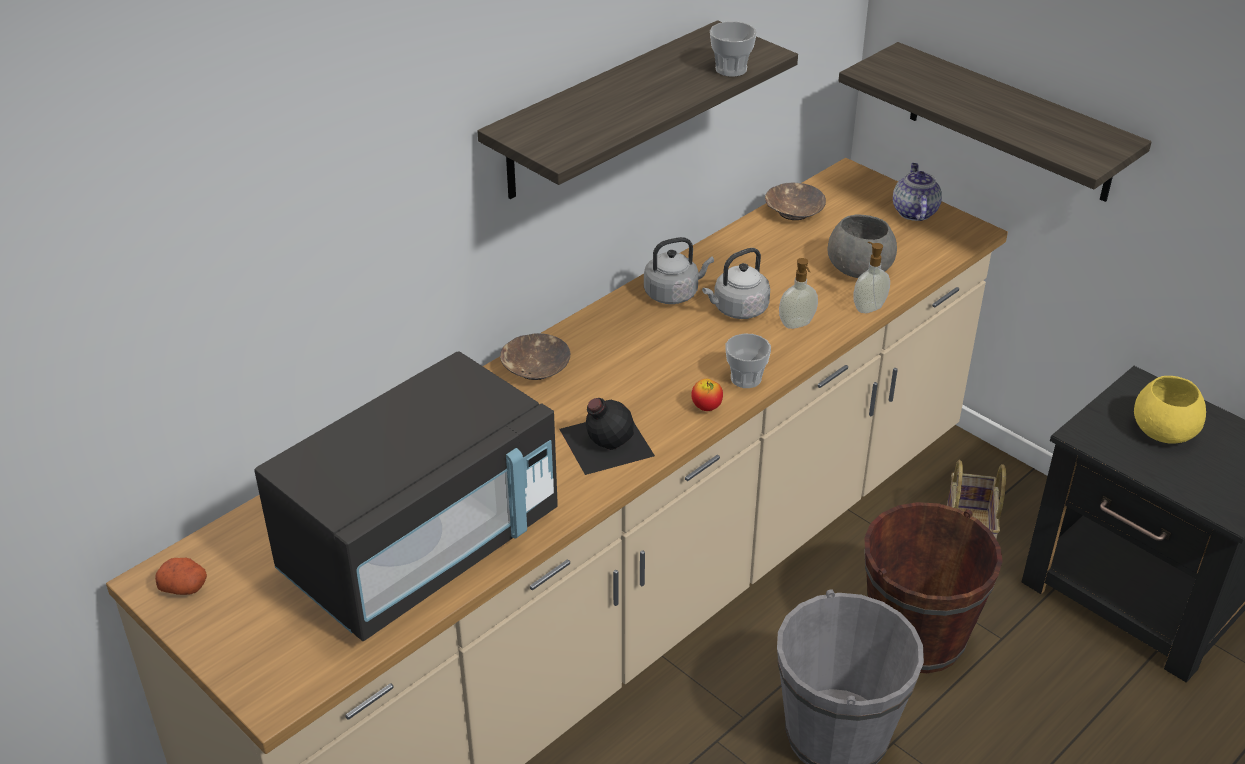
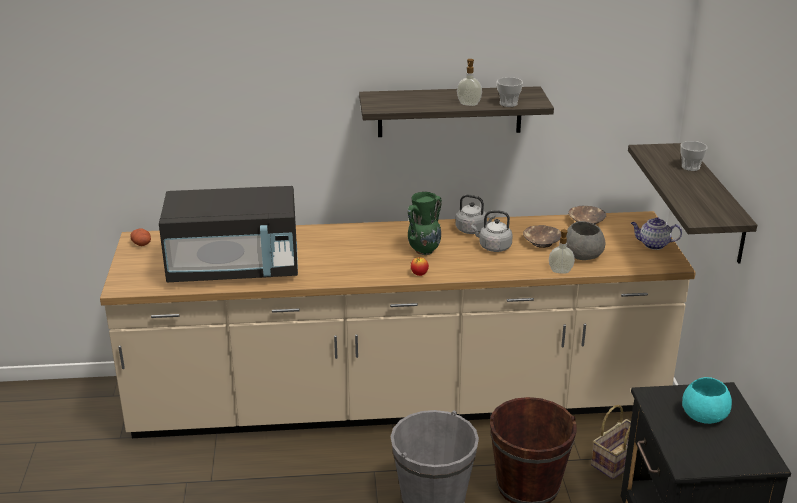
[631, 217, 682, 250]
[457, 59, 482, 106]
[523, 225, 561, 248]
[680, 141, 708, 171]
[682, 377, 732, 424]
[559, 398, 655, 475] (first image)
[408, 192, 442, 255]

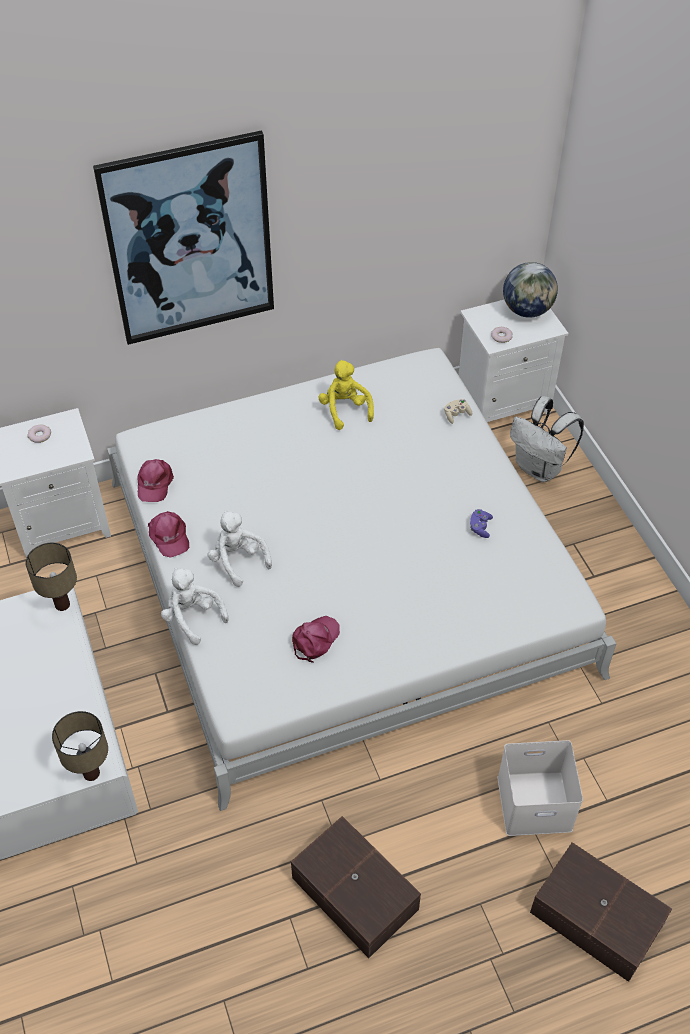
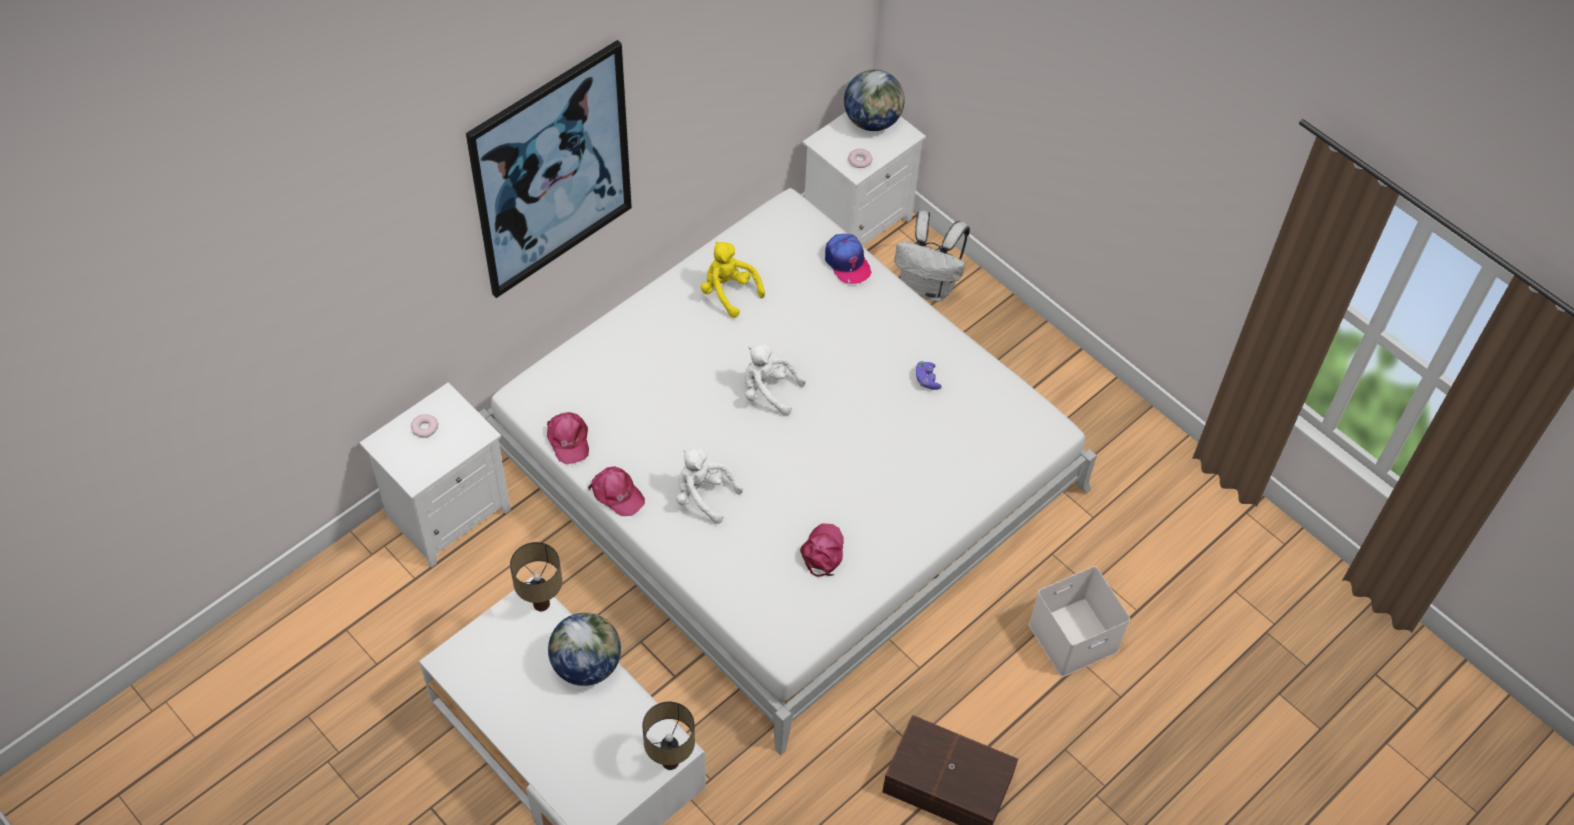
[825, 234, 872, 284]
[744, 344, 806, 416]
[530, 842, 672, 982] (first image)
[548, 613, 621, 686]

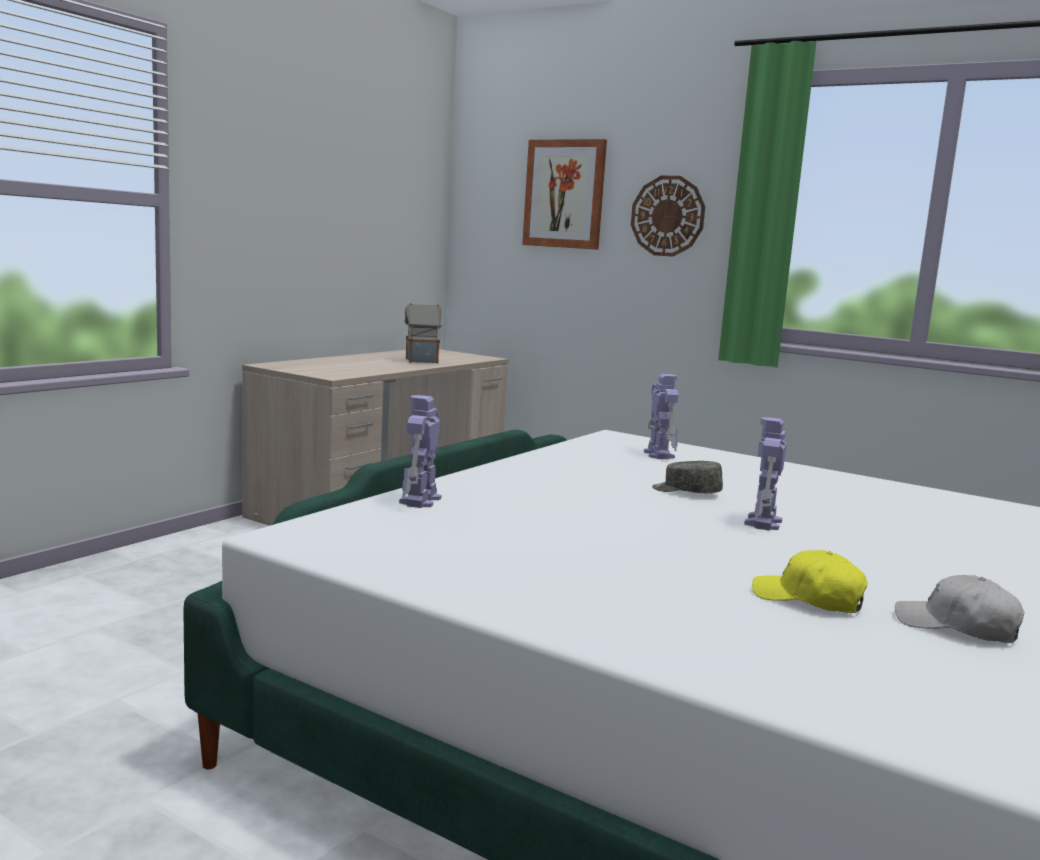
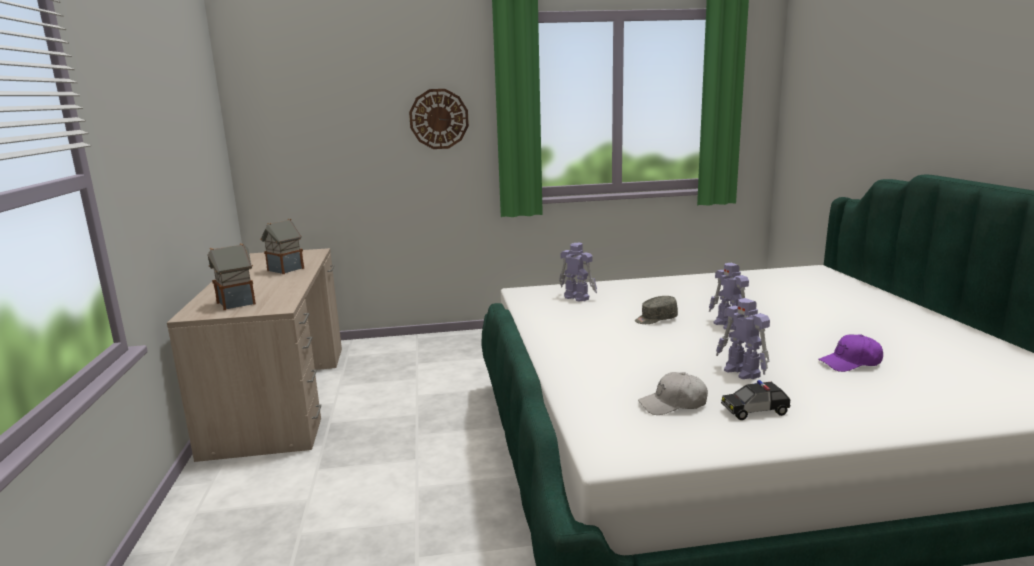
[522, 139, 607, 250] (first image)
[716, 298, 770, 379]
[818, 334, 883, 372]
[638, 372, 708, 415]
[208, 243, 256, 310]
[721, 380, 791, 420]

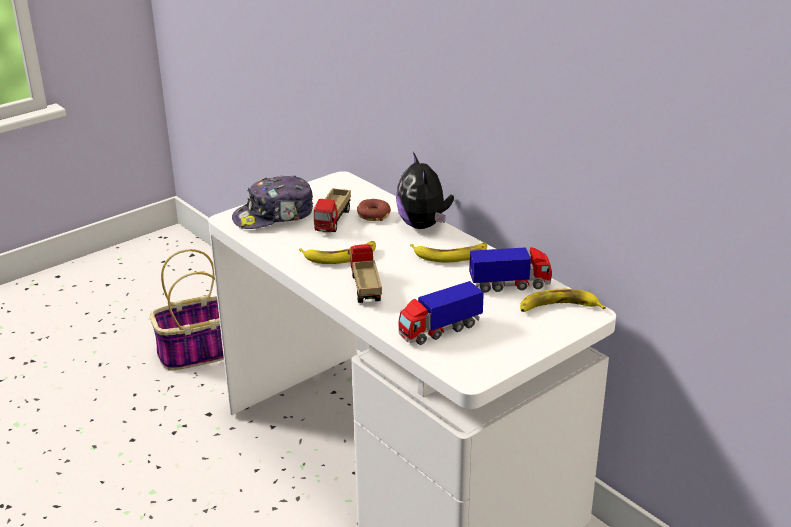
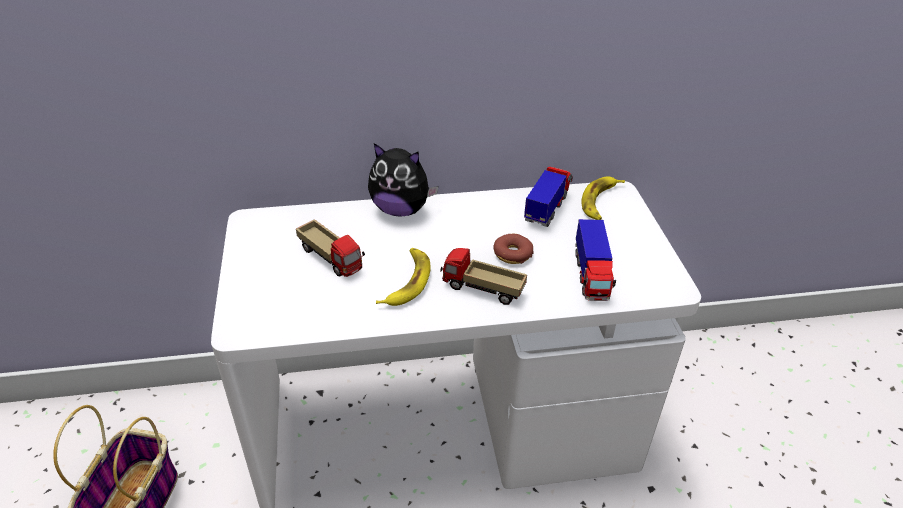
[232, 176, 313, 229] (first image)
[493, 234, 534, 264]
[410, 243, 487, 262] (first image)

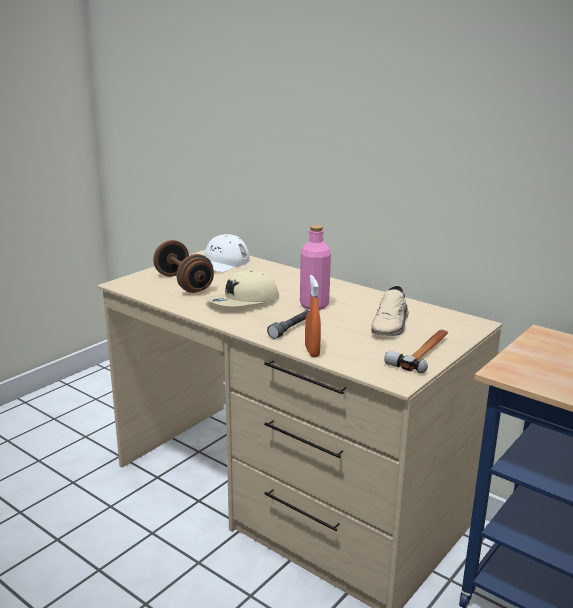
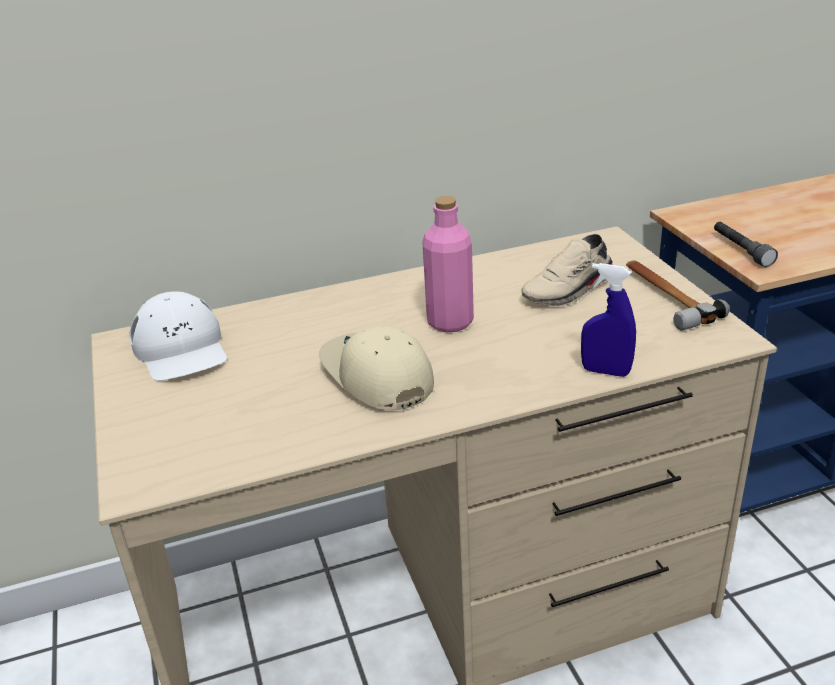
[154, 240, 214, 293] (first image)
[319, 326, 434, 410]
[581, 263, 636, 377]
[521, 234, 613, 306]
[714, 222, 778, 267]

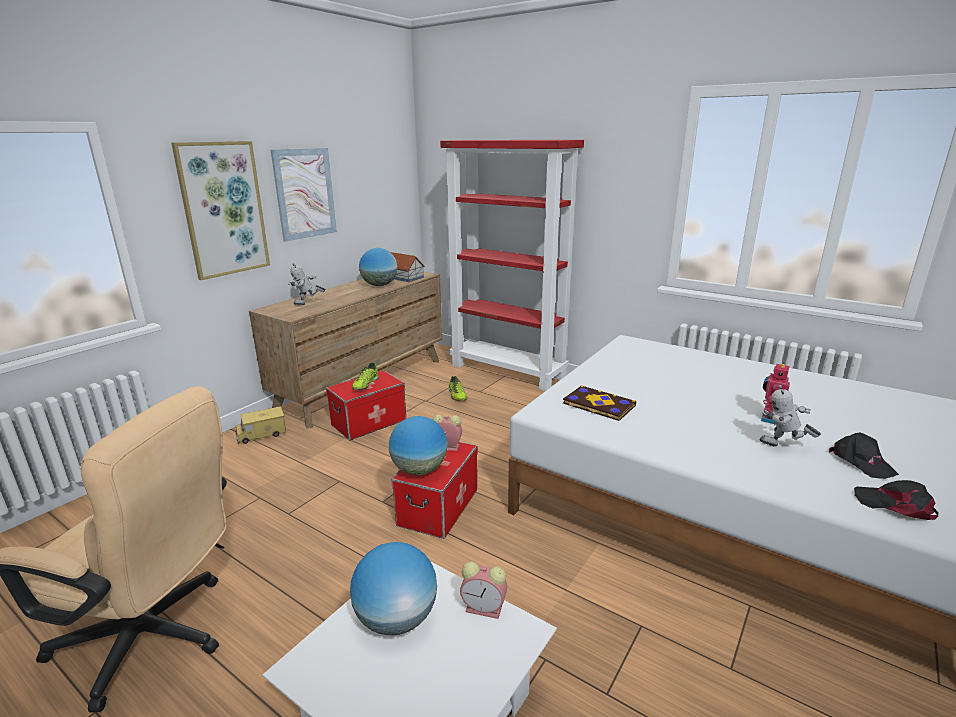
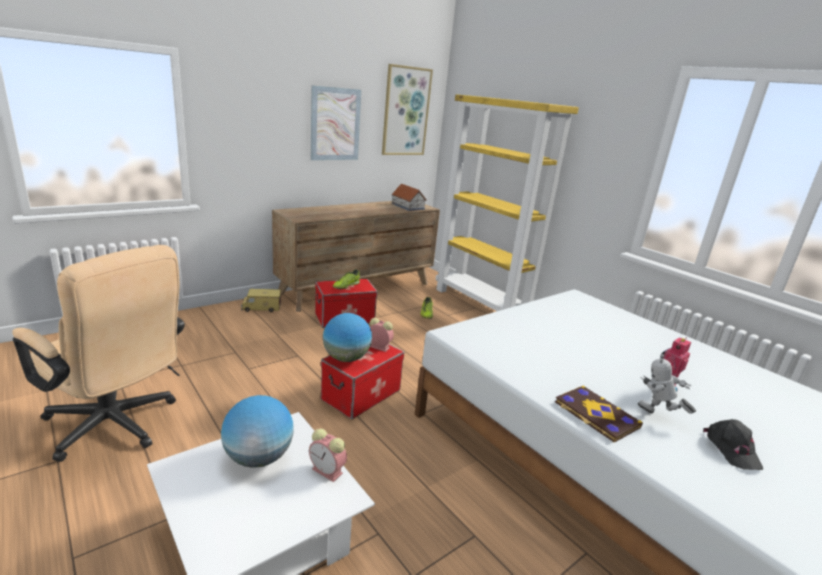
[435, 94, 579, 311]
[382, 64, 433, 155]
[359, 248, 397, 286] (first image)
[288, 263, 326, 305] (first image)
[555, 386, 643, 443]
[854, 480, 938, 520] (first image)

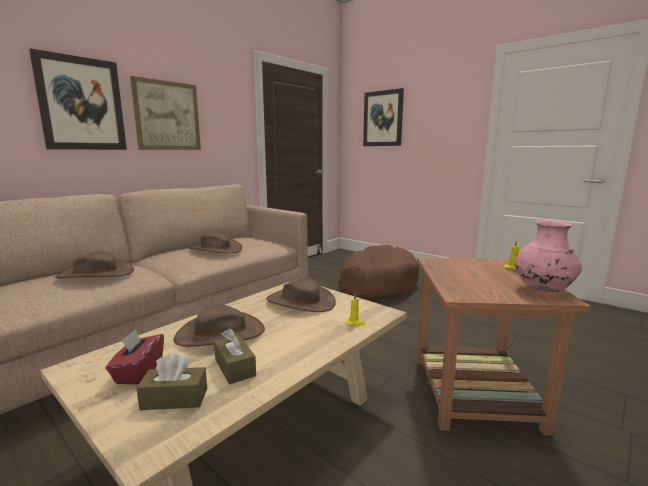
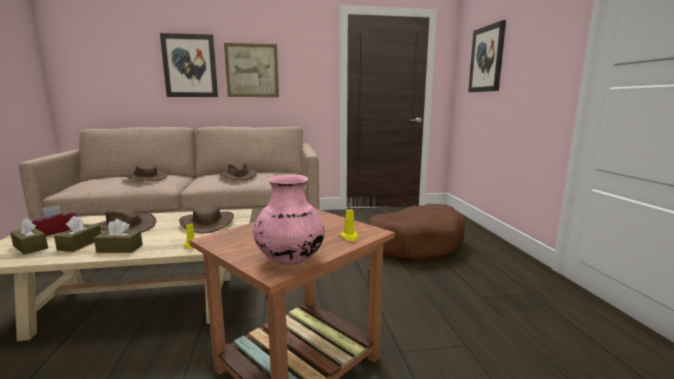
[94, 219, 143, 253]

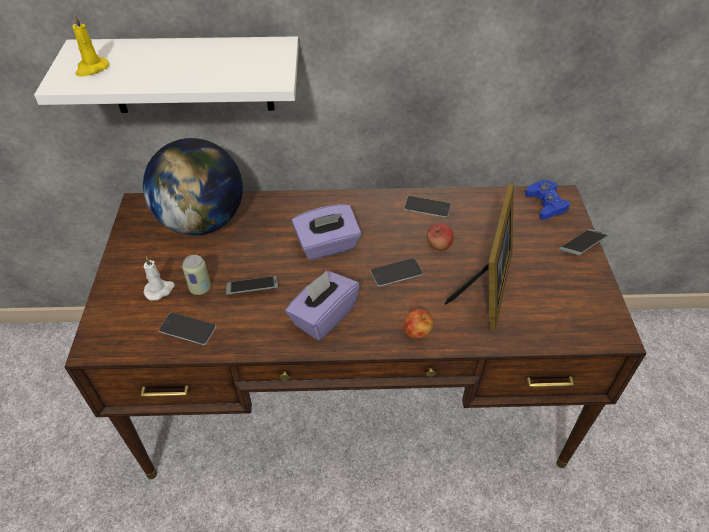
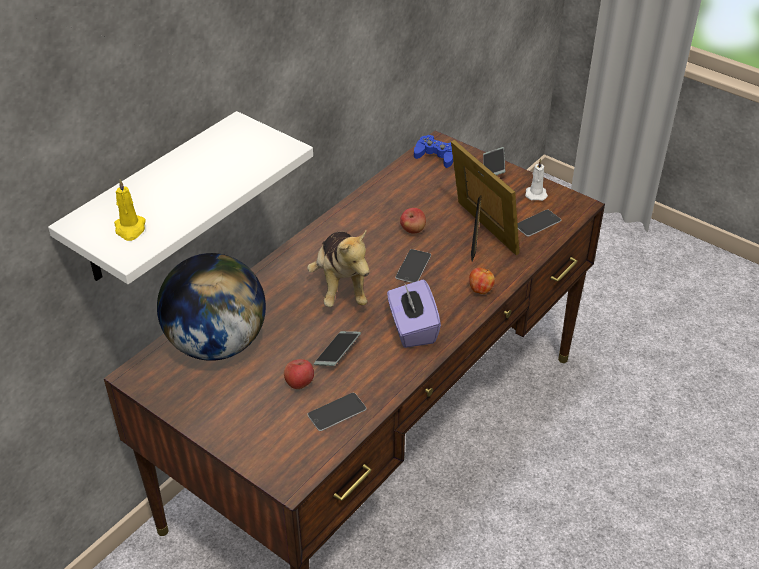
[517, 209, 561, 237]
[307, 229, 369, 307]
[284, 359, 314, 389]
[525, 159, 548, 201]

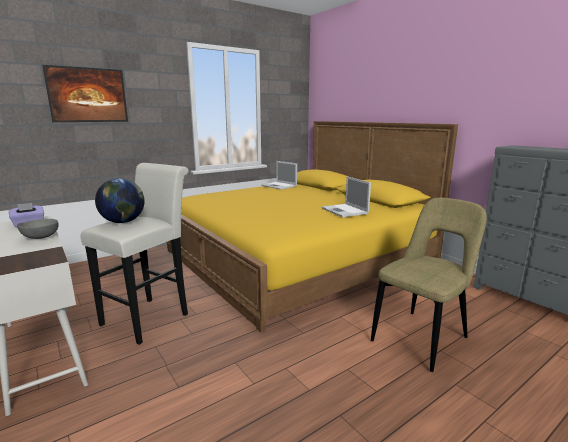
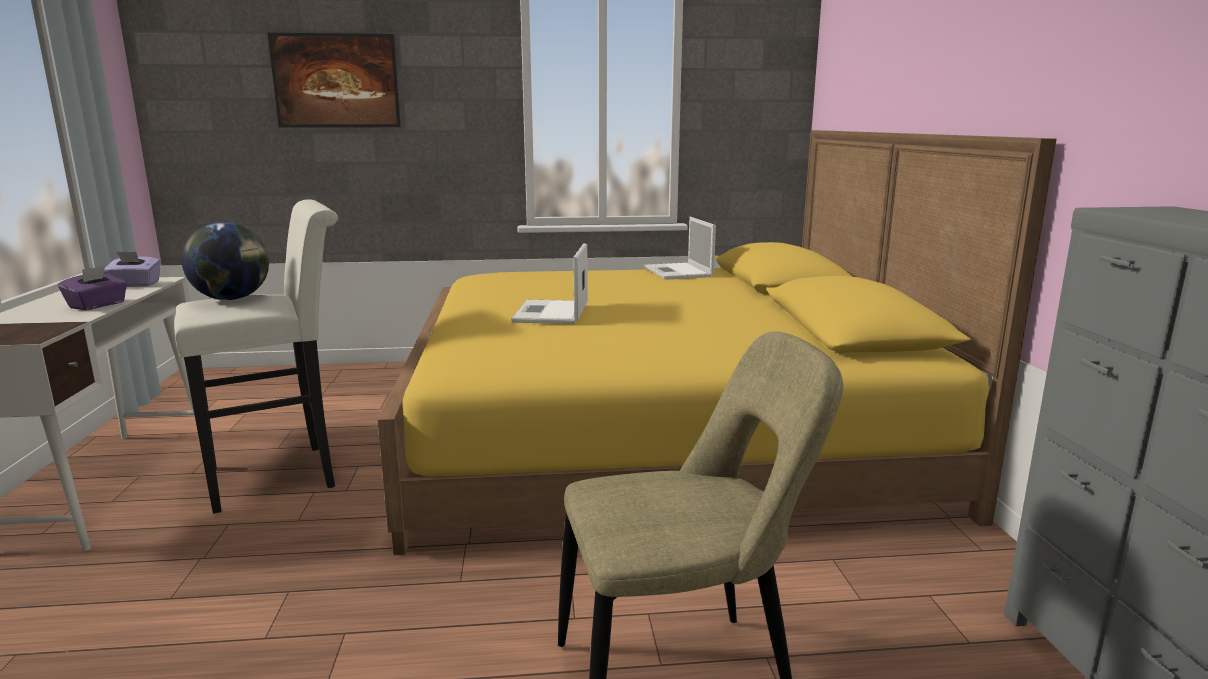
[511, 243, 588, 324]
[58, 266, 127, 310]

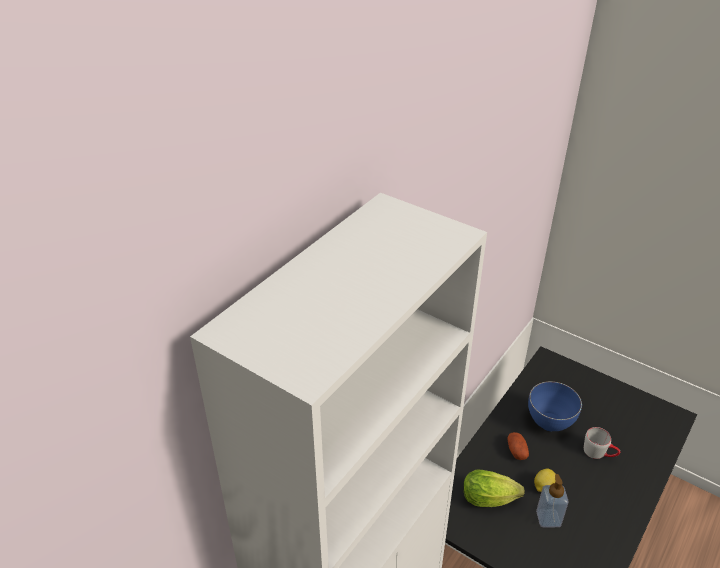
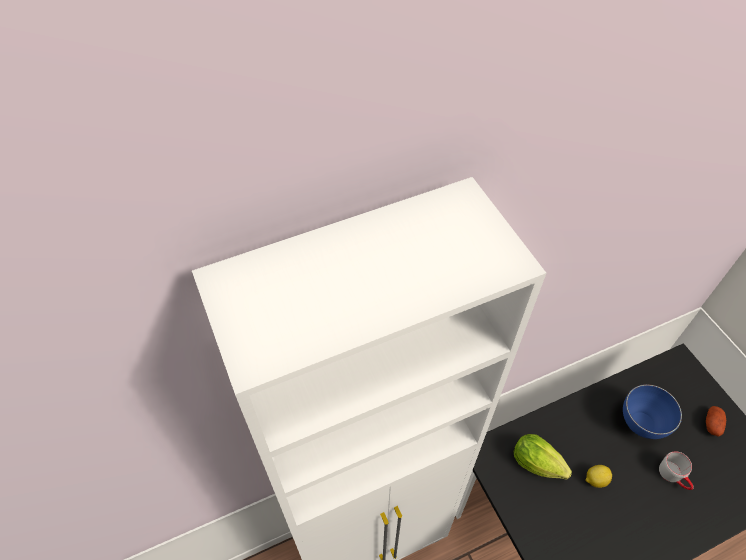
[706, 406, 726, 437]
[536, 474, 569, 528] (first image)

